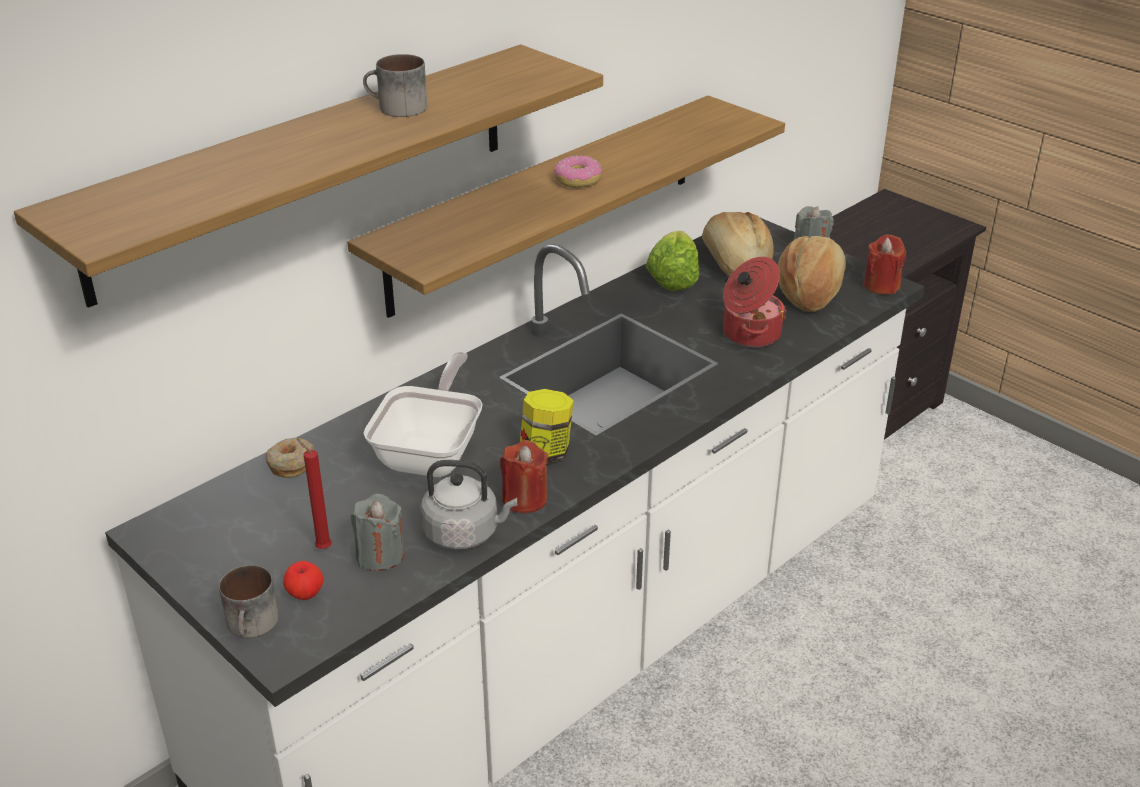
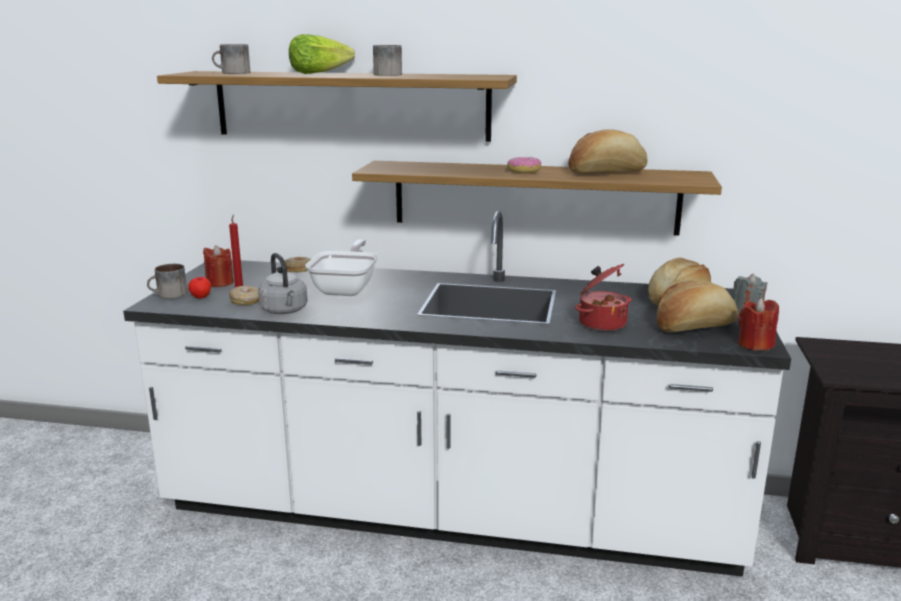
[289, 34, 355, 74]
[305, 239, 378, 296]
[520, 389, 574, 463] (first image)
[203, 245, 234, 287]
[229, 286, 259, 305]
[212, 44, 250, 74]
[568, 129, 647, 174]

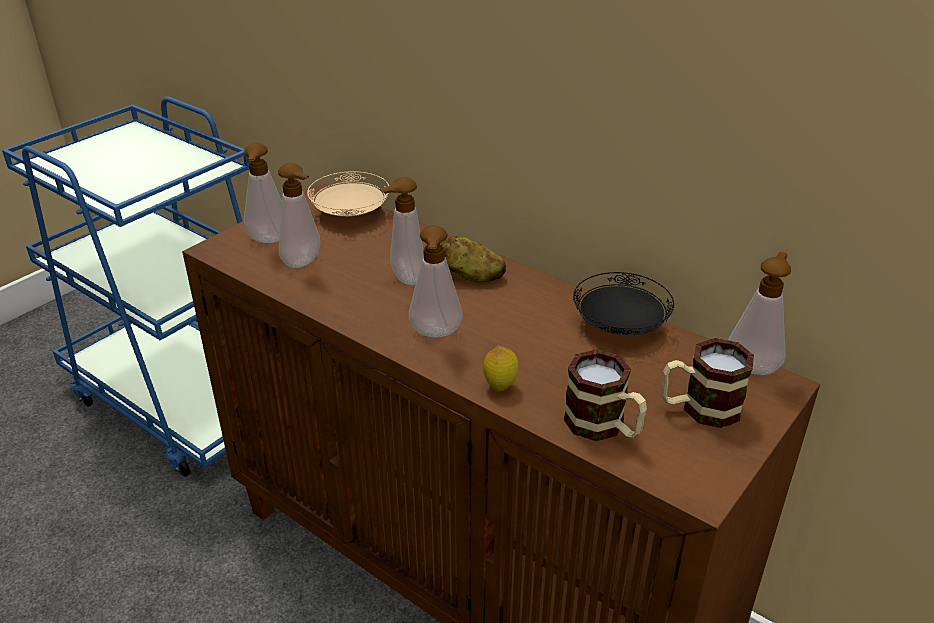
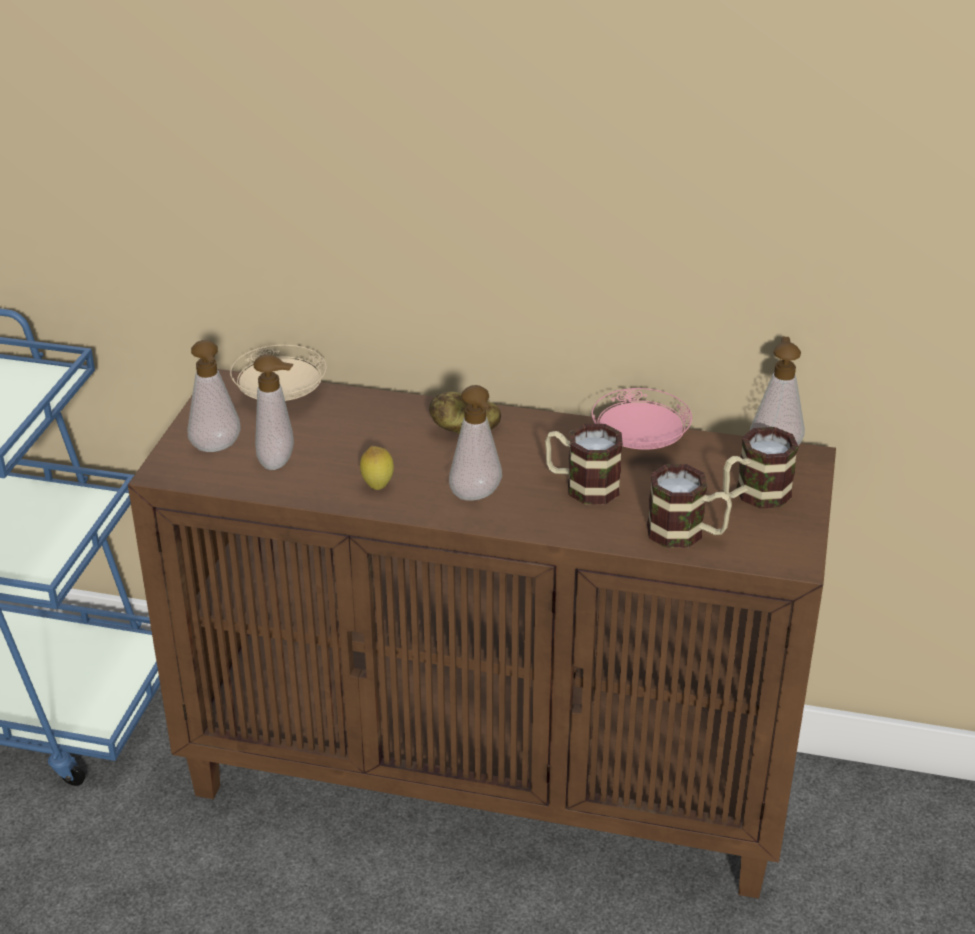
[380, 177, 424, 285] (first image)
[592, 388, 692, 450]
[360, 446, 394, 490]
[545, 424, 623, 504]

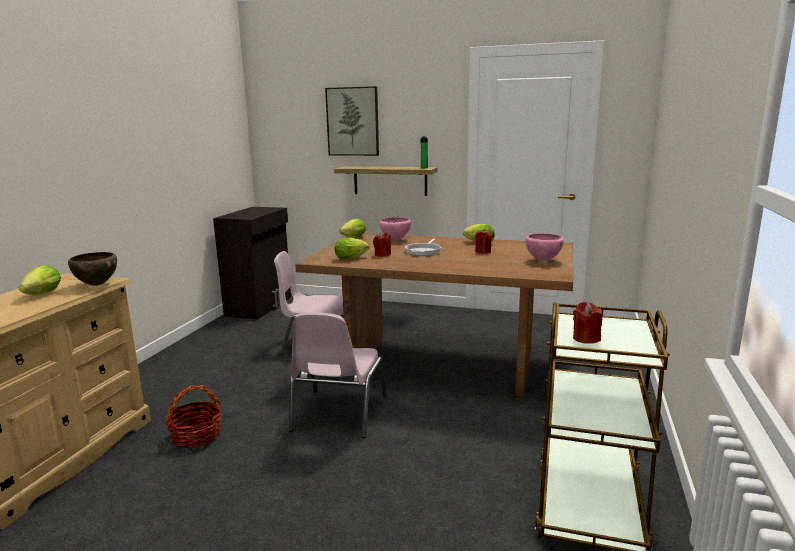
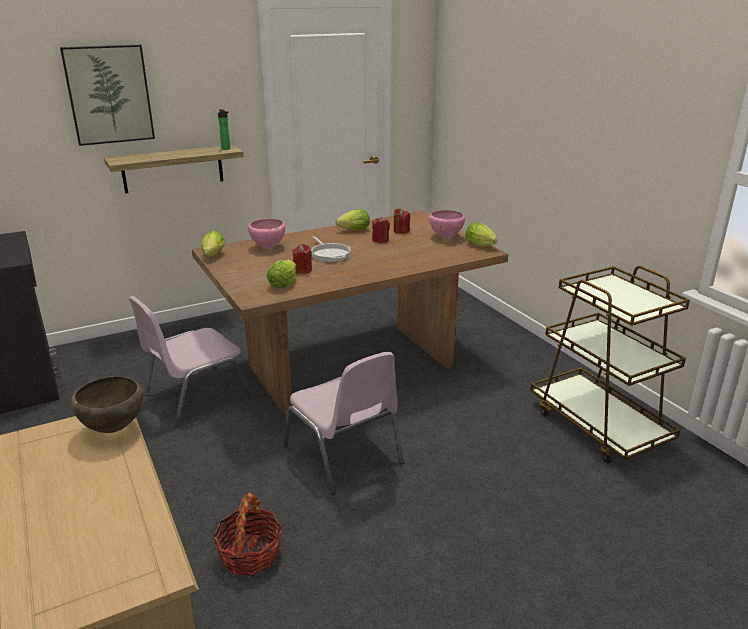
[465, 222, 498, 247]
[394, 209, 410, 234]

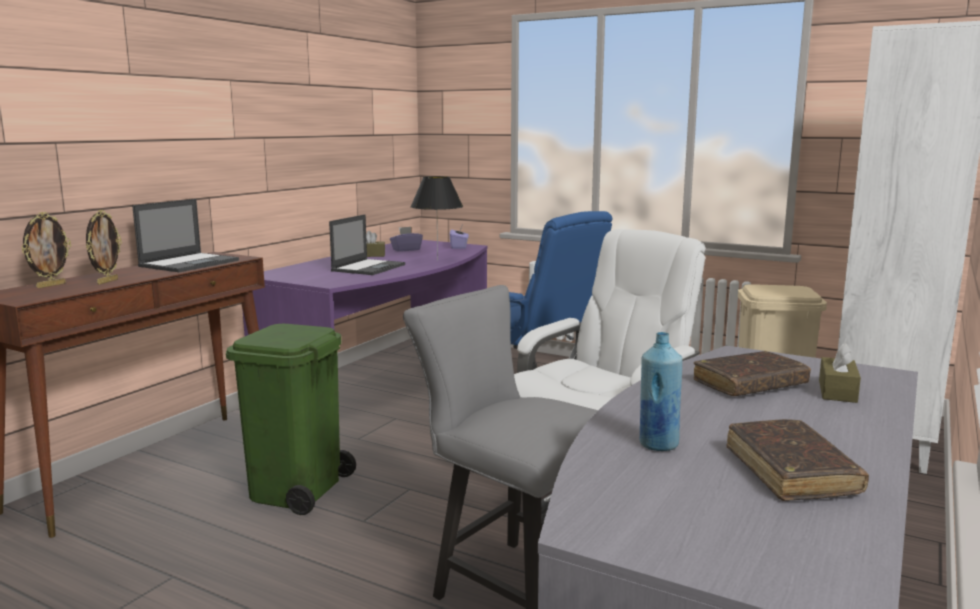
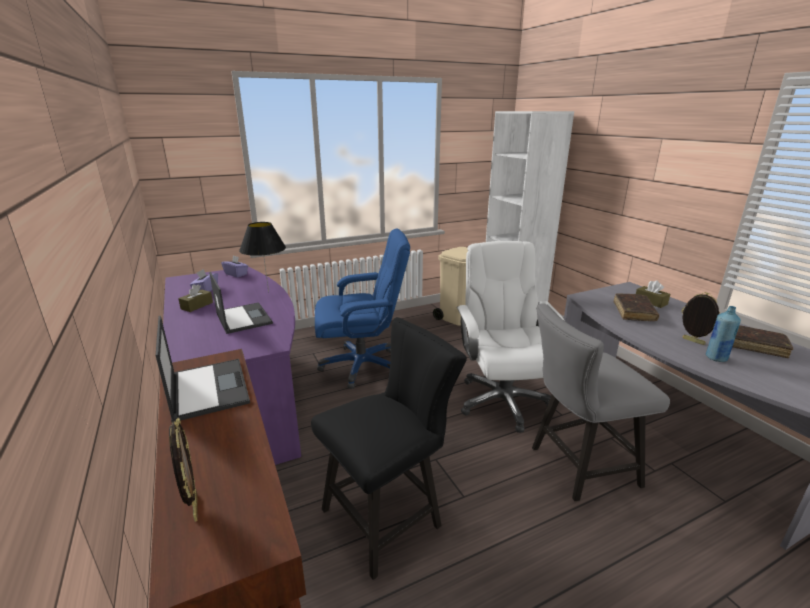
[682, 292, 720, 345]
[311, 317, 467, 580]

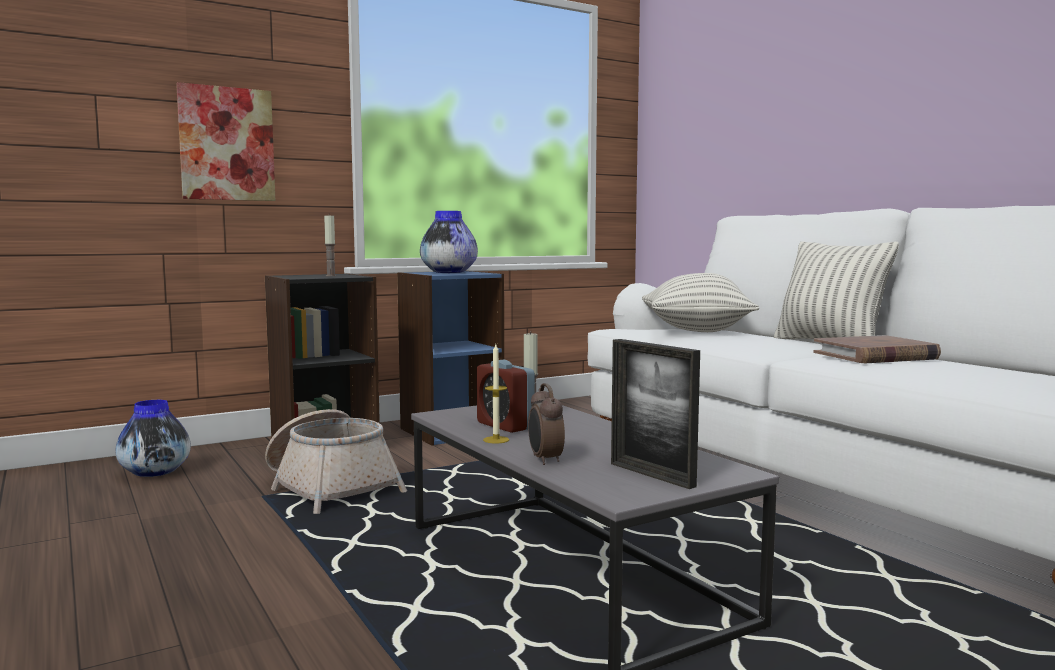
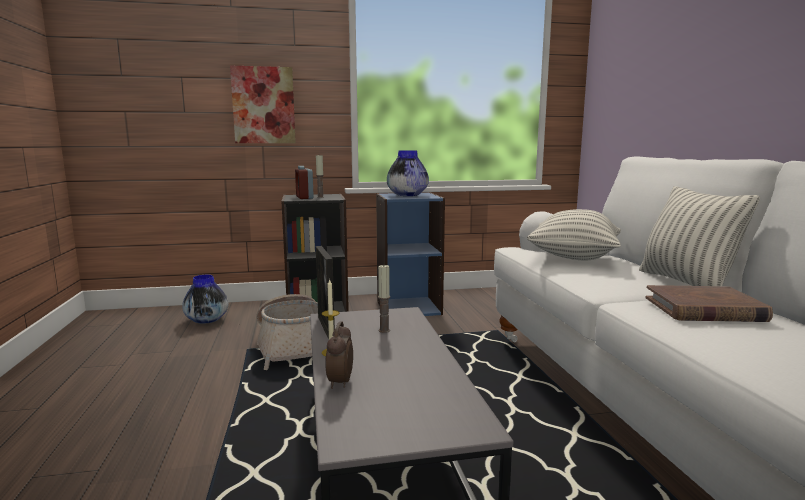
[316, 246, 335, 339]
[295, 166, 314, 199]

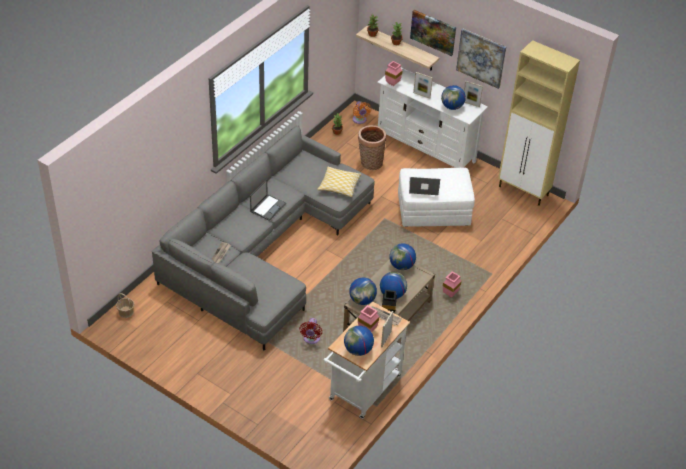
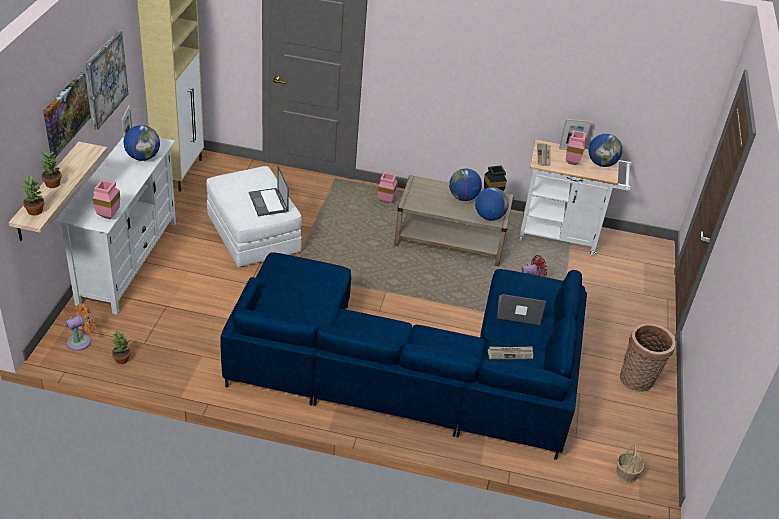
[413, 72, 433, 99] (first image)
[620, 323, 675, 392]
[220, 252, 587, 460]
[317, 167, 361, 197] (first image)
[497, 294, 546, 325]
[390, 243, 416, 270] (first image)

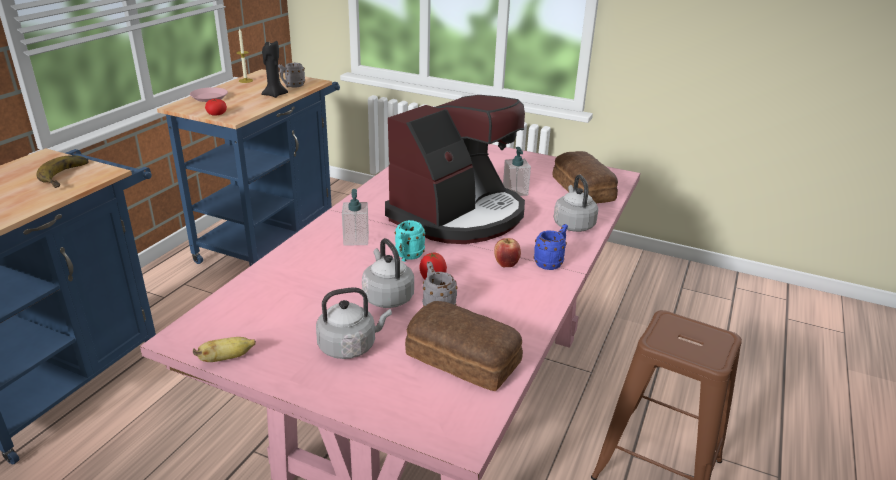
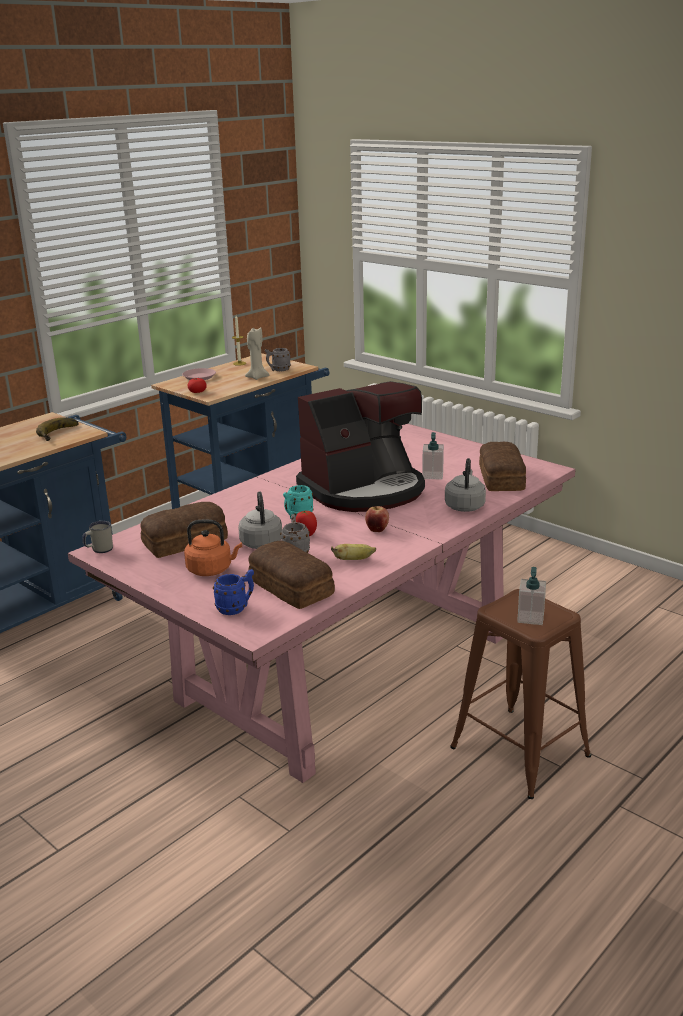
[245, 327, 270, 380]
[517, 567, 546, 625]
[213, 569, 254, 615]
[184, 520, 242, 576]
[331, 544, 376, 560]
[140, 502, 228, 558]
[82, 521, 113, 553]

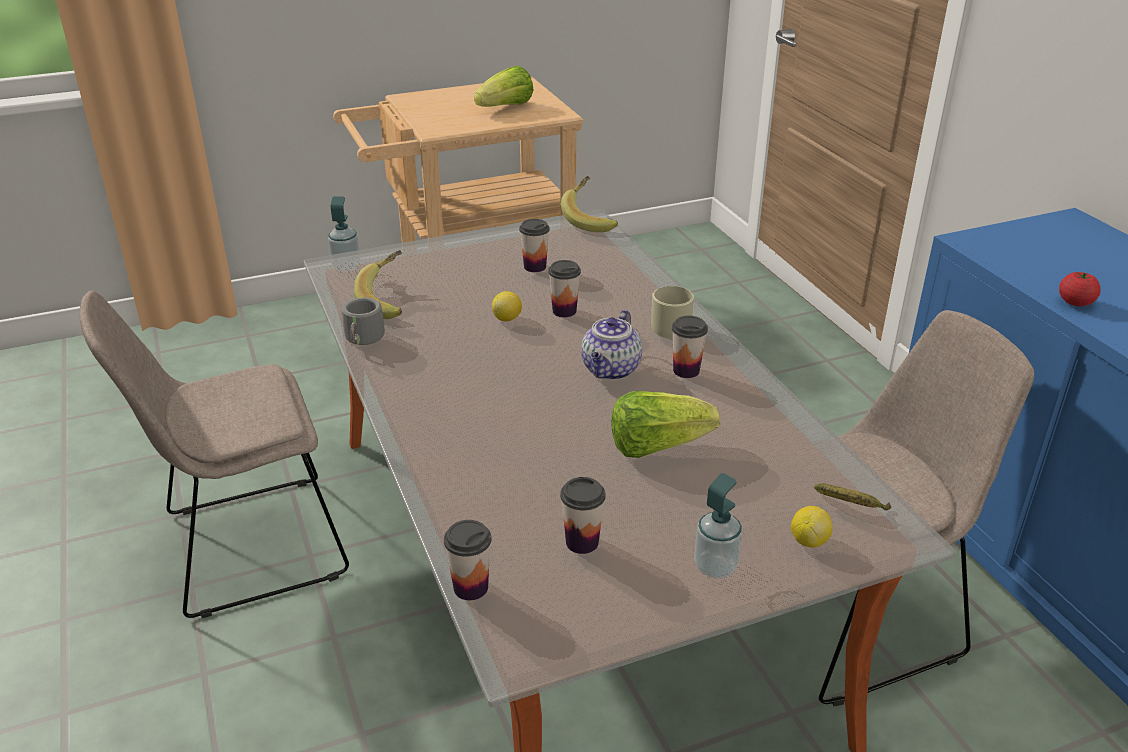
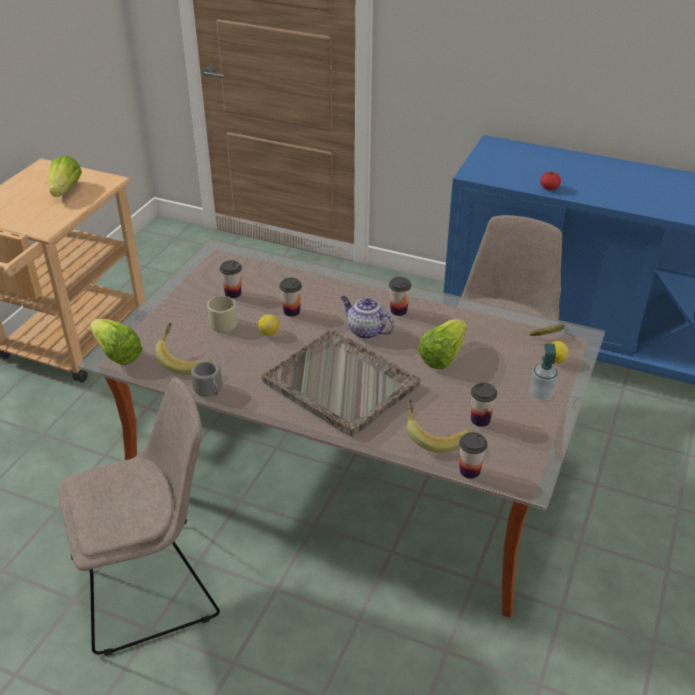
[406, 399, 470, 453]
[90, 319, 143, 365]
[207, 296, 237, 332]
[58, 378, 220, 656]
[341, 296, 395, 339]
[261, 329, 420, 437]

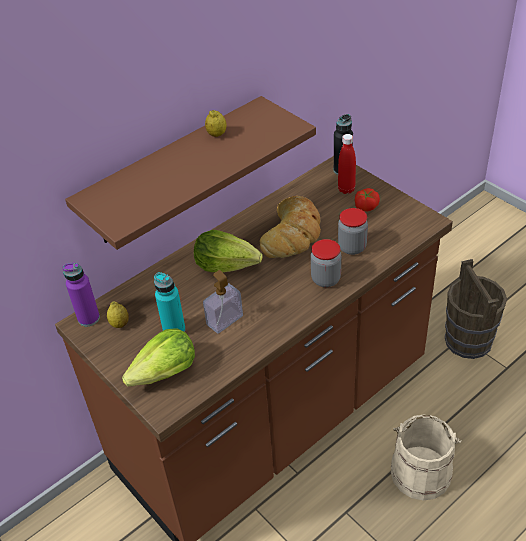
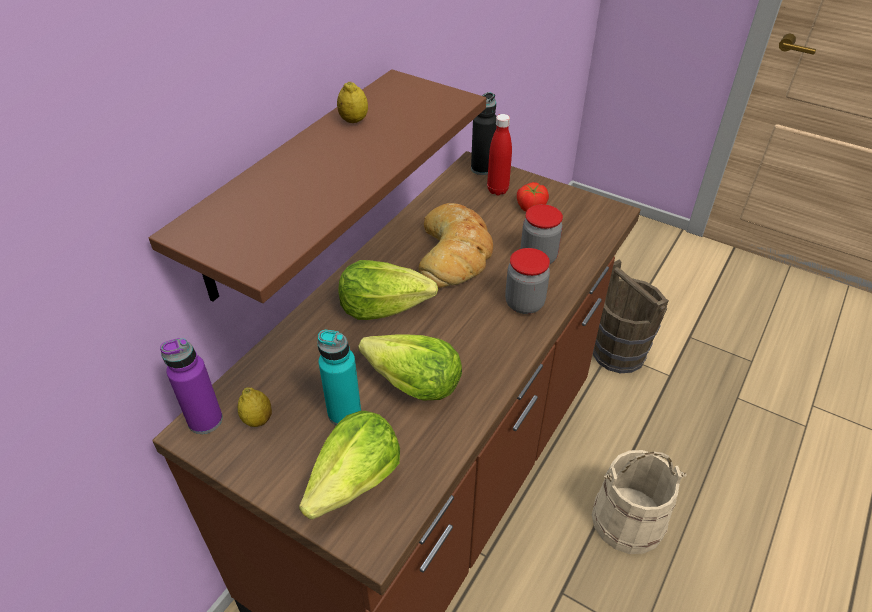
[358, 335, 462, 400]

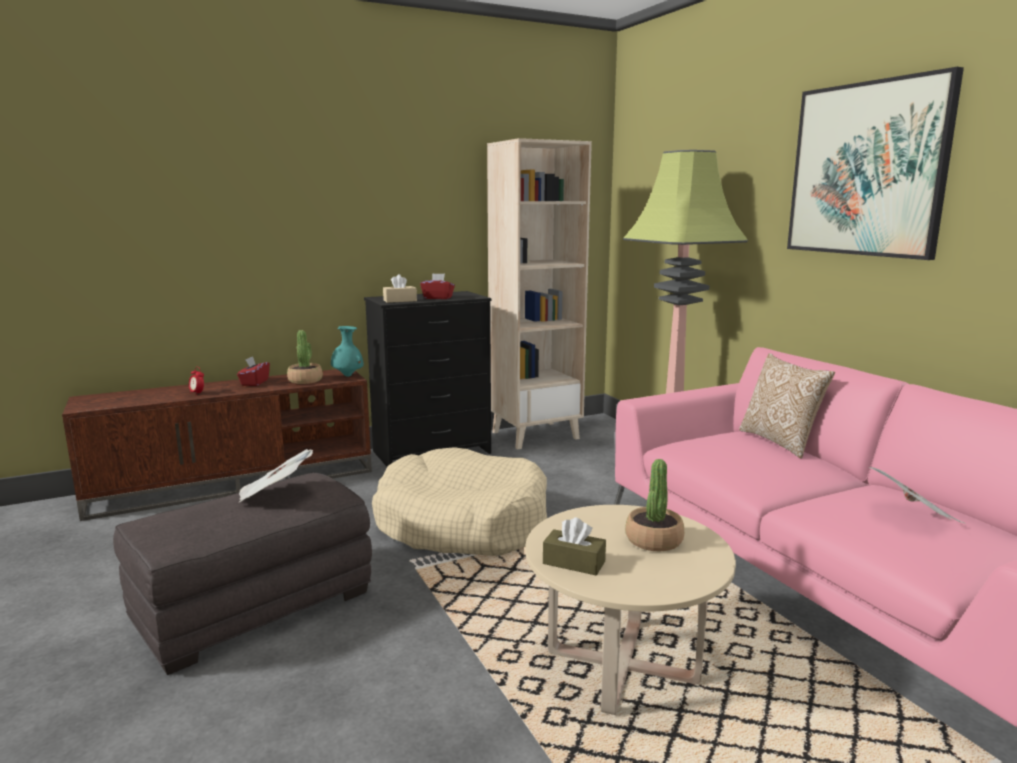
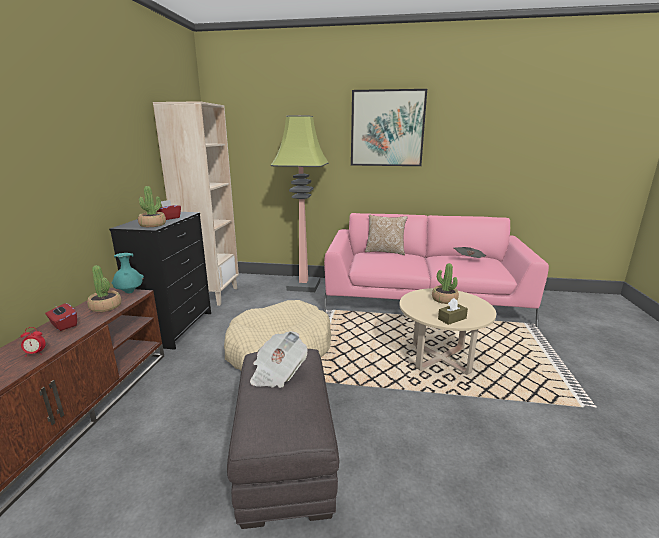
[138, 186, 166, 227]

